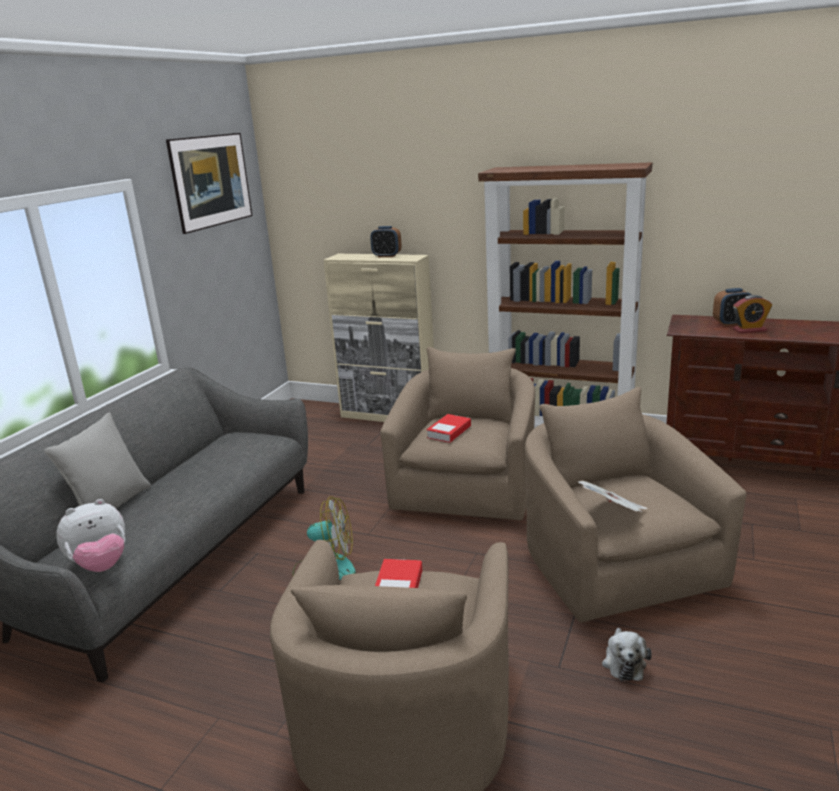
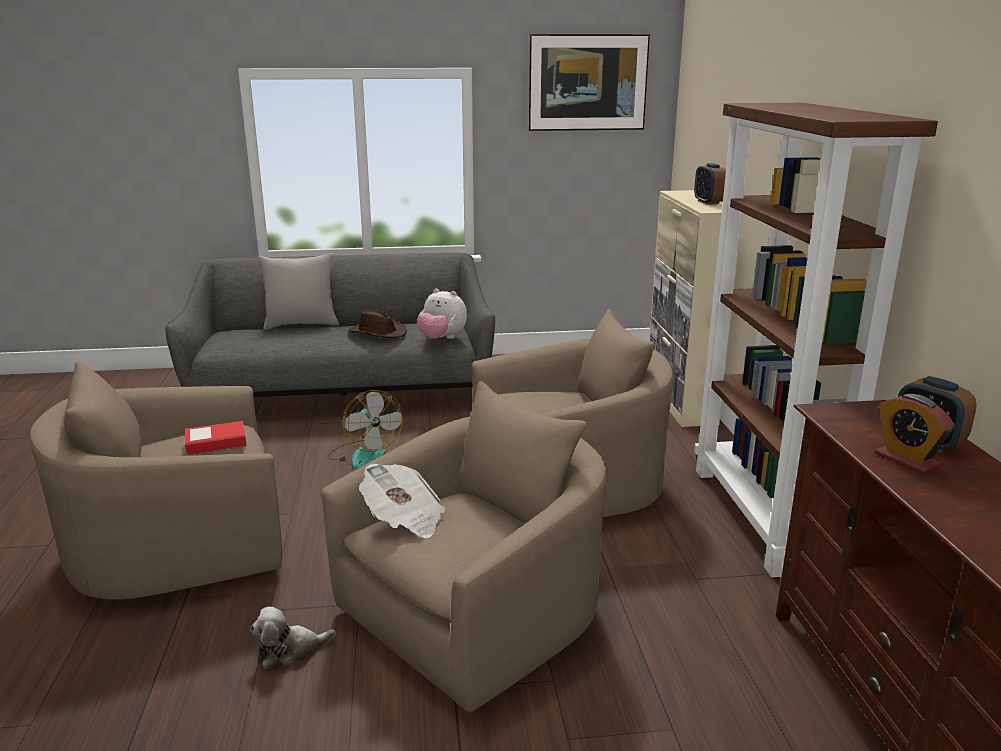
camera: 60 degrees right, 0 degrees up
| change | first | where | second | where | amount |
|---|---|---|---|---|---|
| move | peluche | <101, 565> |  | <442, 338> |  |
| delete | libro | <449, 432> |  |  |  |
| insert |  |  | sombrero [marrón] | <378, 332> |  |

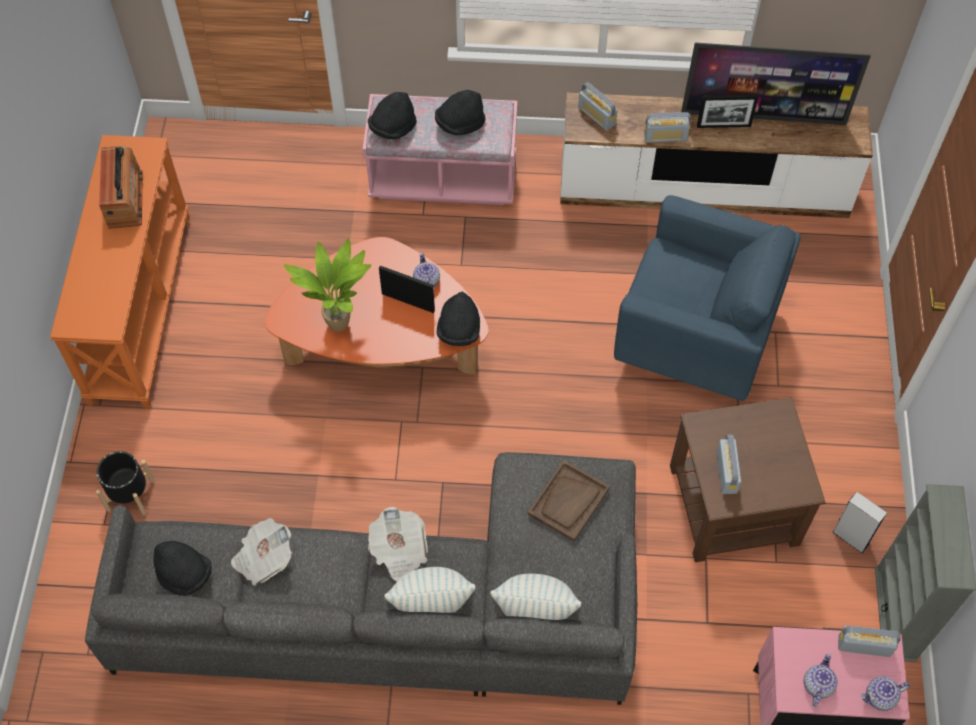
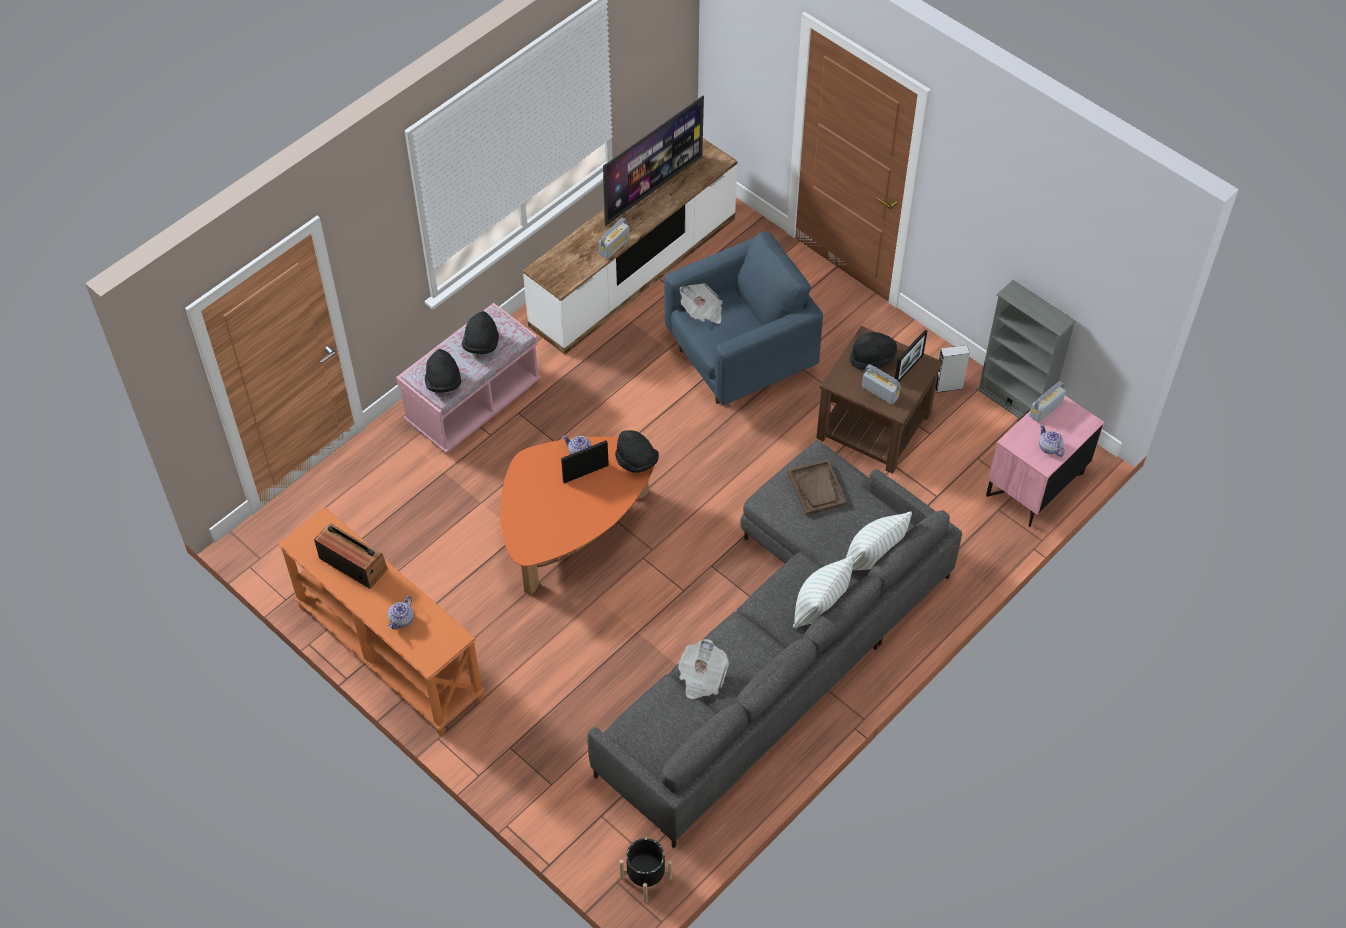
camera: 50 degrees left, 5 degrees down
| change | first | where | second | where | amount |
|---|---|---|---|---|---|
| move | maceta [negro] | <130, 495> |  | <646, 878> |  |
| move | sombrero [negro] | <184, 574> |  | <872, 358> |  |
| delete | planta en maceta | <340, 321> |  |  |  |
| move | periódico | <399, 551> |  | <702, 311> |  |
| delete | radio | <597, 116> |  |  |  |
| move | portarretratos | <723, 126> |  | <908, 369> |  |
| move | tetera | <880, 698> |  | <402, 620> |  |

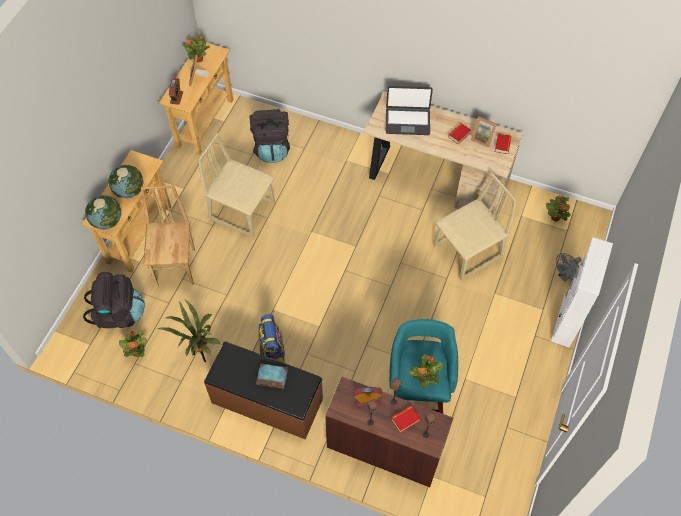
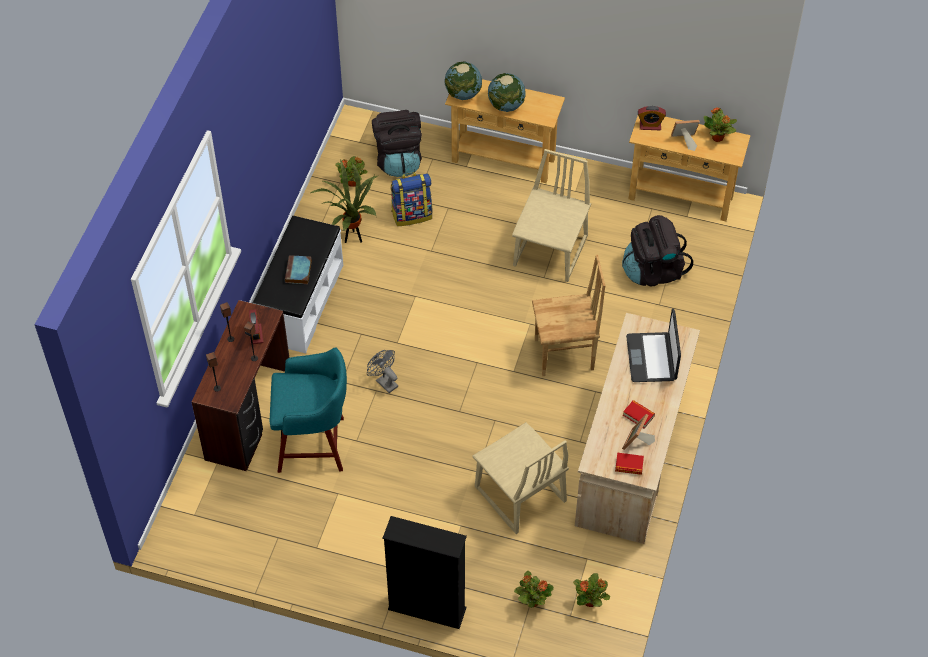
camera: 85 degrees right, 5 degrees down
| change | first | where | second | where | amount |
|---|---|---|---|---|---|
| move | silla [marrón] | <177, 267> |  | <565, 355> |  |
| recolor | banco [marrón] | <266, 401> | banco [blanco] | <300, 302> |  |
| move | mochila | <272, 351> |  | <412, 214> |  |
| delete | libro | <405, 420> |  |  |  |
| move | planta en maceta | <424, 379> |  | <532, 601> |  |
| recolor | estantería [blanco] | <567, 321> | estantería [negro] | <427, 609> |  |
| move | ventilador [gris] | <565, 276> |  | <384, 381> |  |

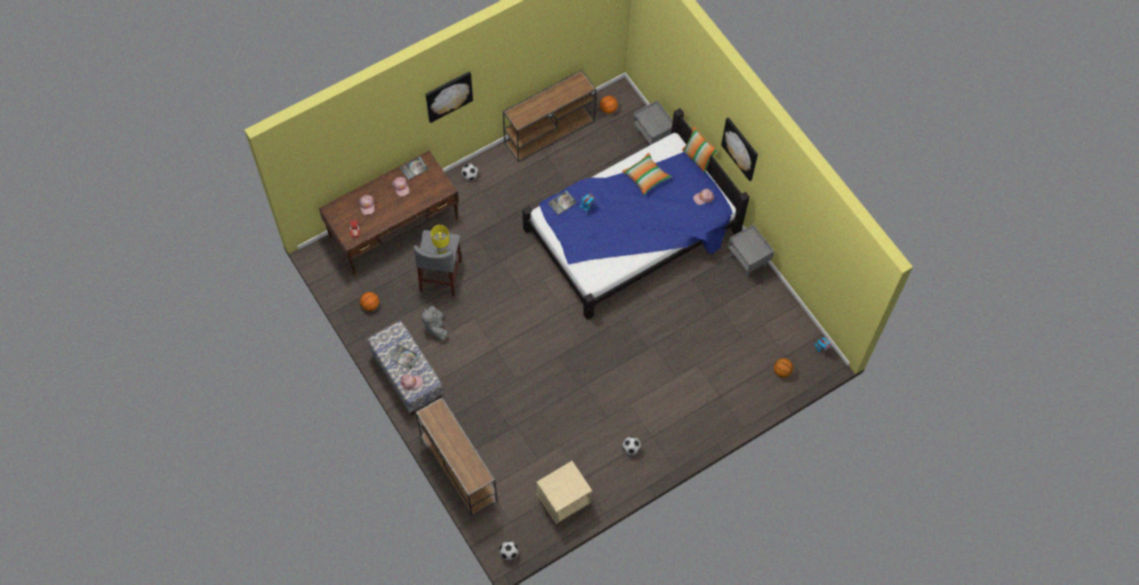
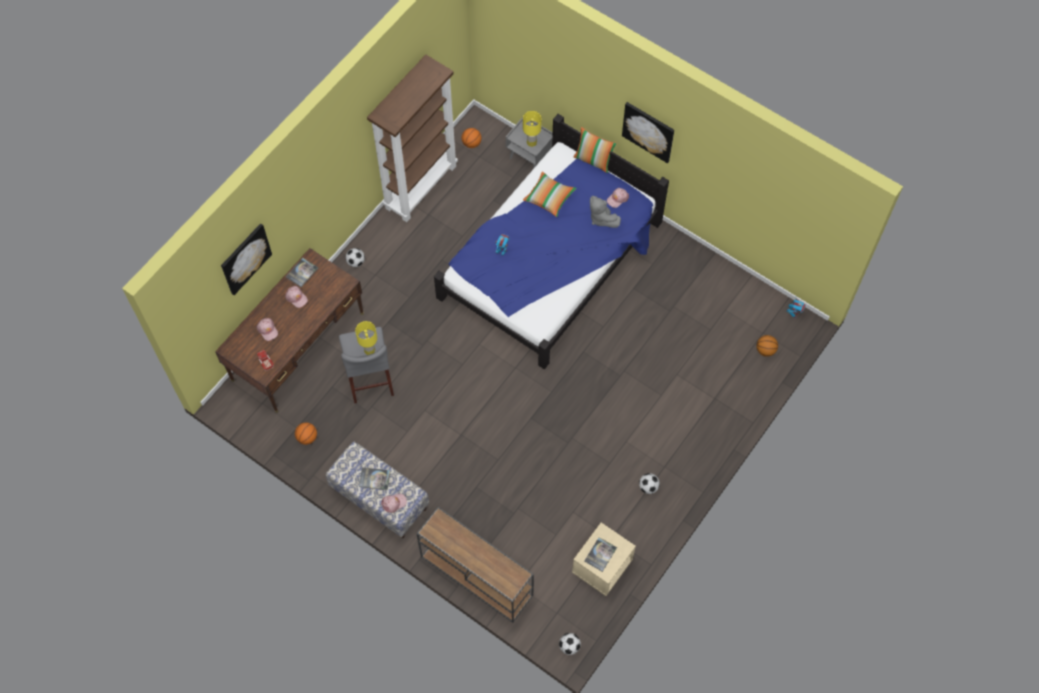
camera: 20 degrees left, 0 degrees up
| change | first | where | second | where | amount |
|---|---|---|---|---|---|
| move | peluche [gris] | <435, 327> |  | <601, 218> |  |
| move | cuadro | <448, 96> |  | <245, 258> |  |
| replace | mesa consola [marrón] | <550, 131> | estantería [marrón] | <420, 186> |  |
| move | libro | <562, 203> |  | <600, 554> |  |
| delete | mesita de noche [gris] | <748, 261> |  |  |  |
| insert |  |  | lámpara de mesa [amarillo] | <531, 142> |  |

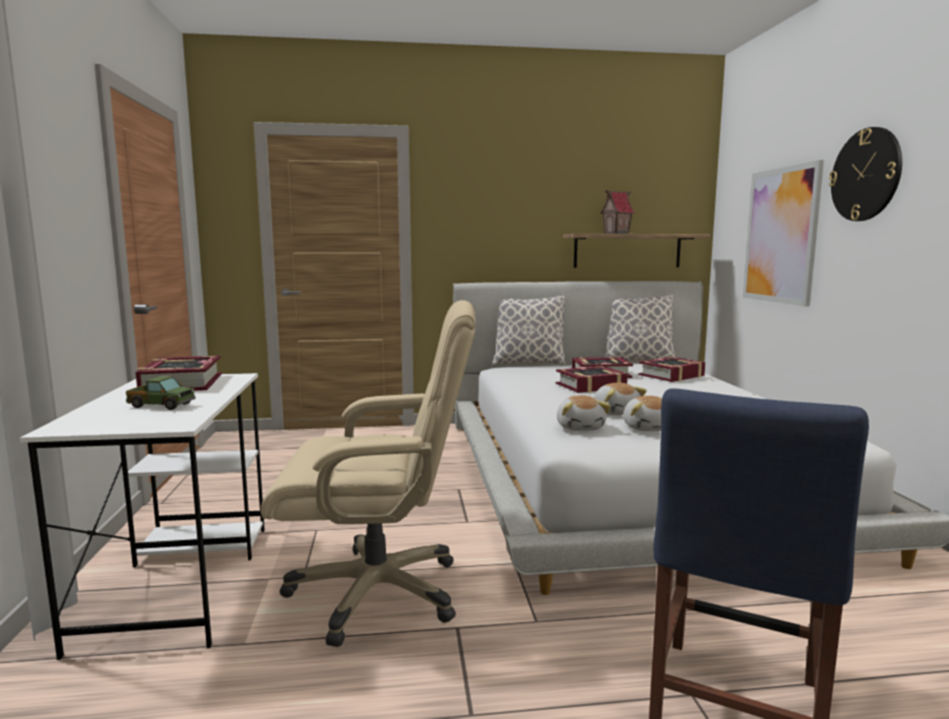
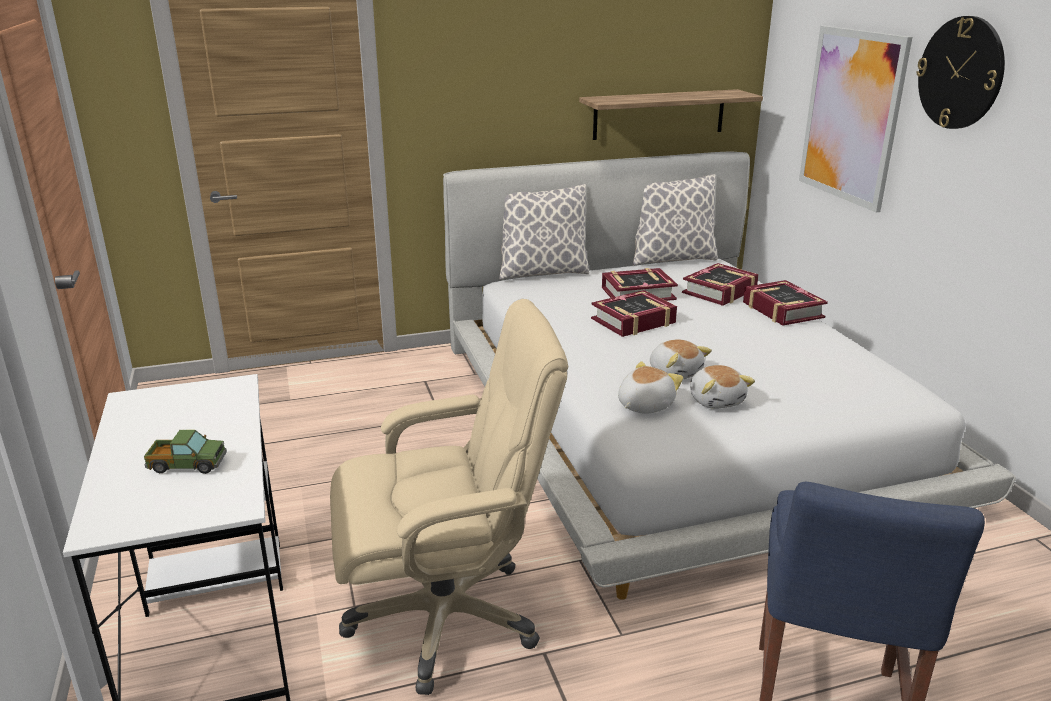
camera: 10 degrees left, 15 degrees up
| change | first | where | second | where | amount |
|---|---|---|---|---|---|
| move | libro | <181, 383> |  | <782, 310> |  |
| rotate | peluche | <580, 427> |  | <644, 405> | 120 degrees counterclockwise |
| delete | casita | <616, 233> |  |  |  |

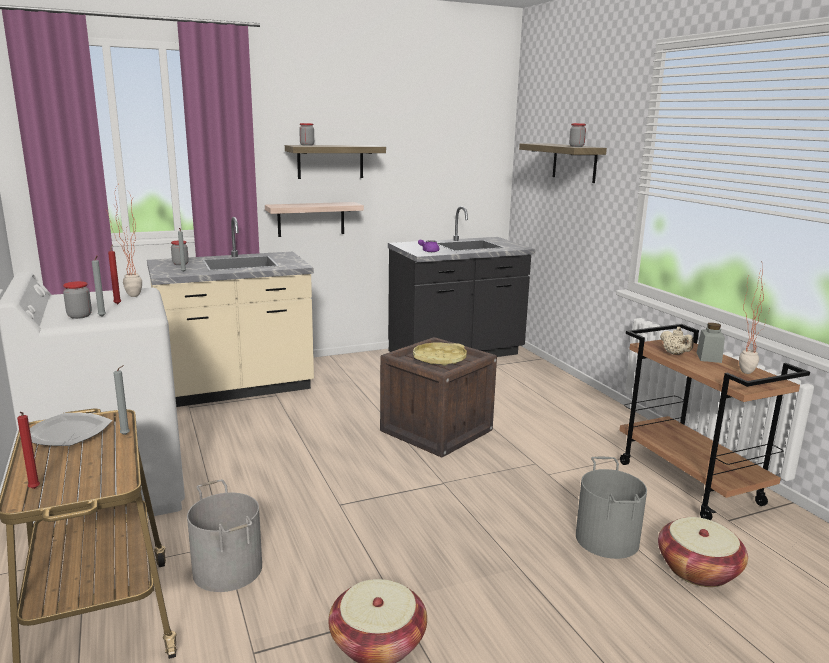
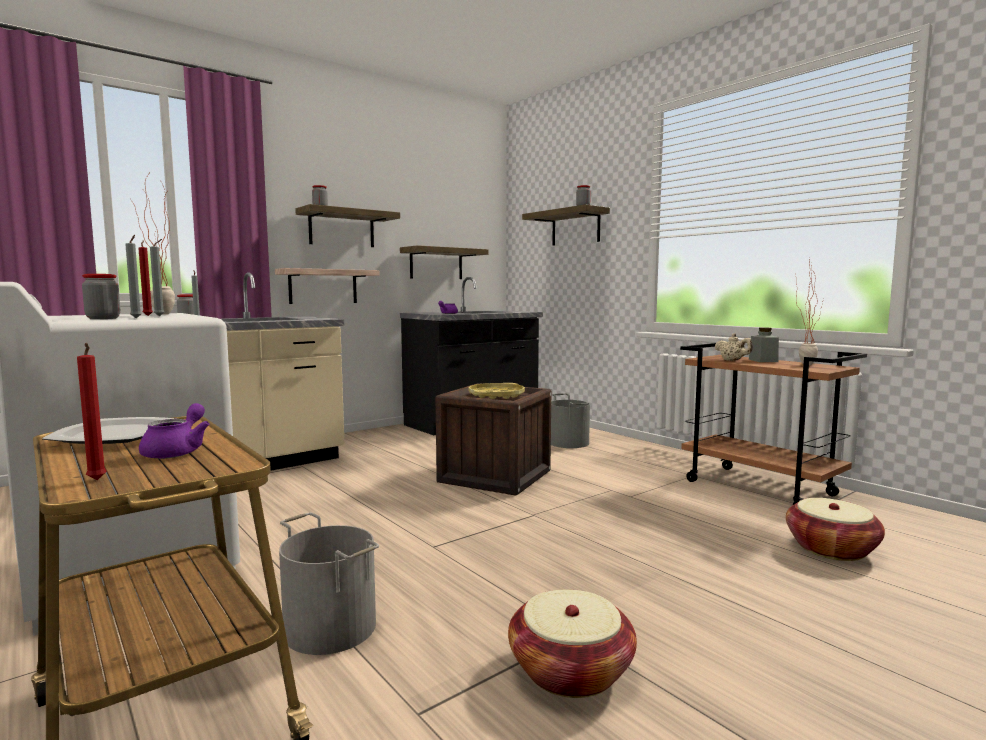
camera: 15 degrees left, 10 degrees down
| change | first | where | second | where | amount |
|---|---|---|---|---|---|
| move | vela [gris] | <126, 435> |  | <161, 316> |  |
| move | cubo [gris] | <608, 539> |  | <569, 442> |  |
| insert |  |  | tetera [morado] | <178, 451> |  |
| insert |  |  | estante | <436, 264> |  |

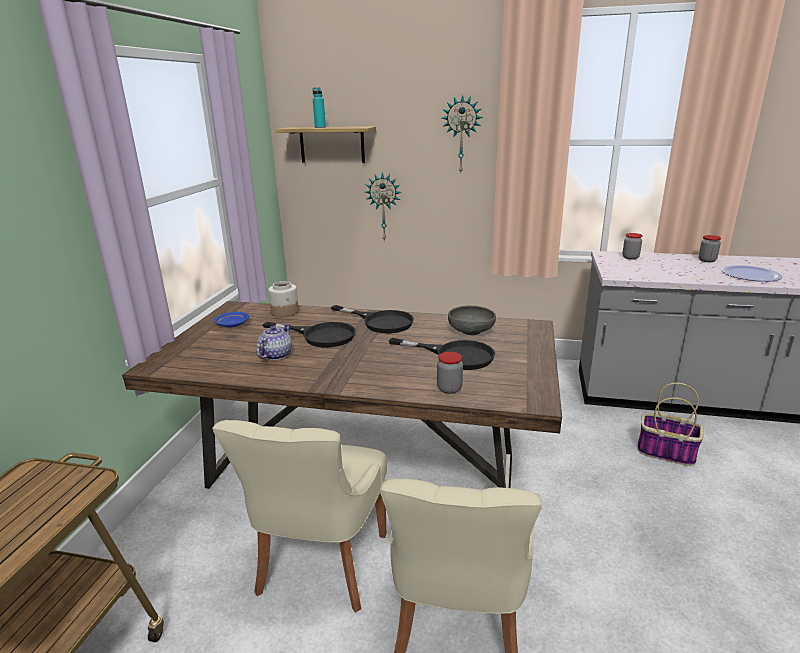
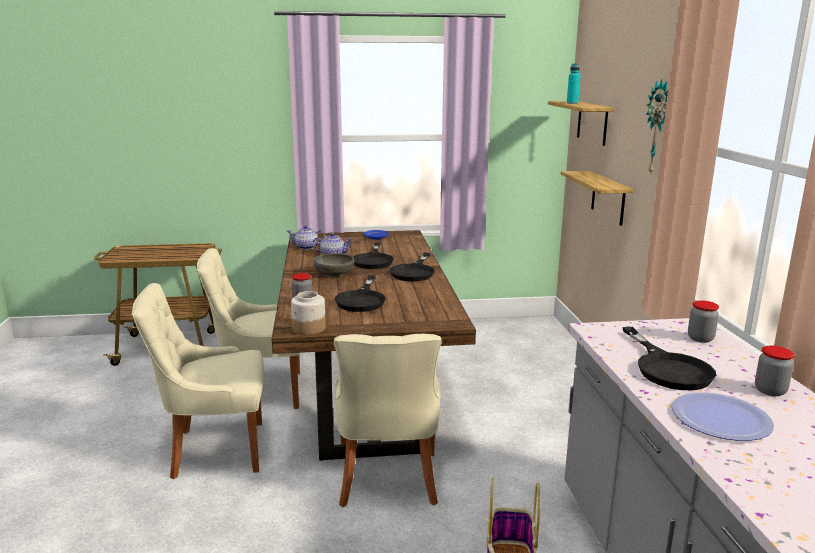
camera: 70 degrees right, 5 degrees down
| change | first | where | second | where | amount |
|---|---|---|---|---|---|
| move | tarro | <285, 312> |  | <309, 328> |  |
| replace | reloj de pared | <384, 207> | estante | <608, 198> |  |
| move | cuenco [gris] | <471, 331> |  | <334, 274> |  |
| insert |  |  | tetera | <306, 247> |  |
| insert |  |  | silla [beis] | <388, 481> |  |
| insert |  |  | sartén [negro] | <667, 368> |  |

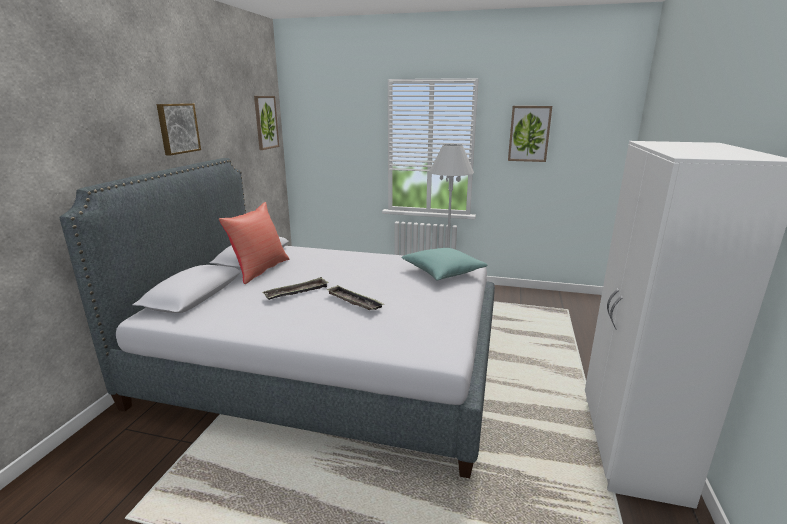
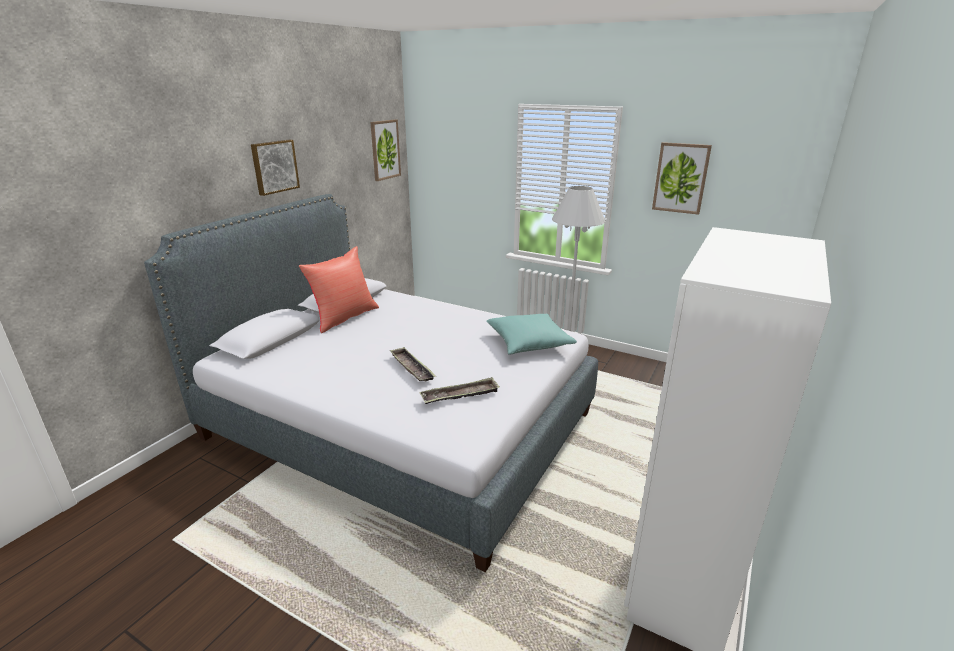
camera: 15 degrees right, 5 degrees up
| change | first | where | second | where | amount |
|---|---|---|---|---|---|
| move | bandeja | <296, 292> |  | <460, 395> |  |

